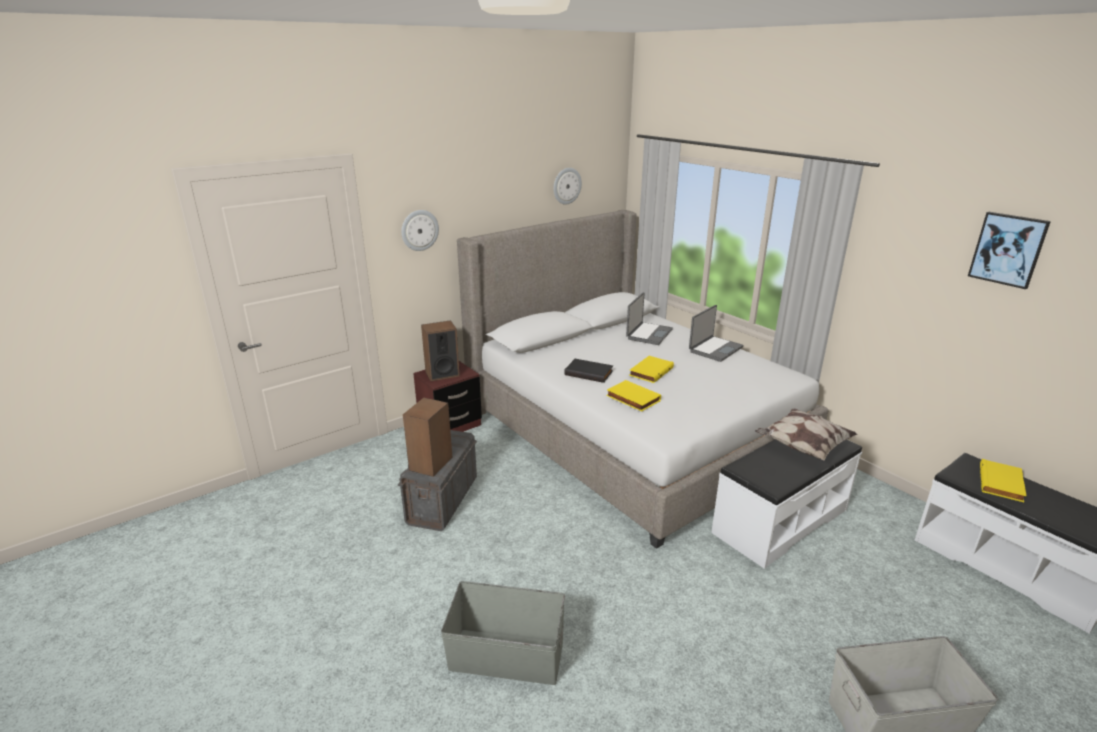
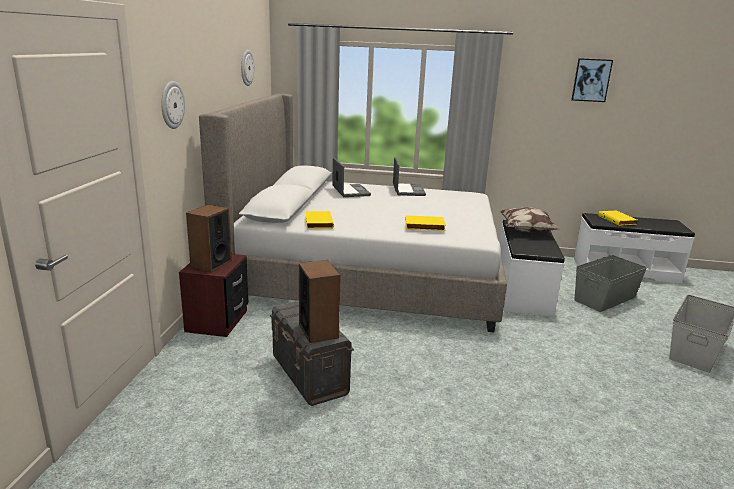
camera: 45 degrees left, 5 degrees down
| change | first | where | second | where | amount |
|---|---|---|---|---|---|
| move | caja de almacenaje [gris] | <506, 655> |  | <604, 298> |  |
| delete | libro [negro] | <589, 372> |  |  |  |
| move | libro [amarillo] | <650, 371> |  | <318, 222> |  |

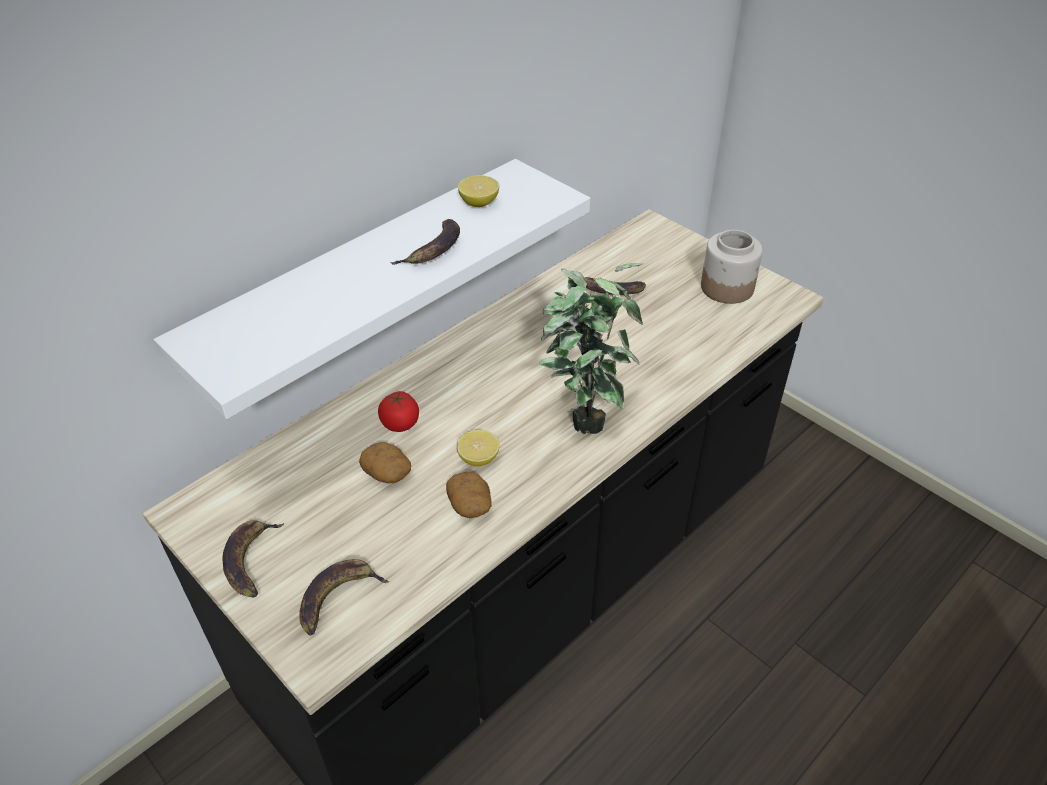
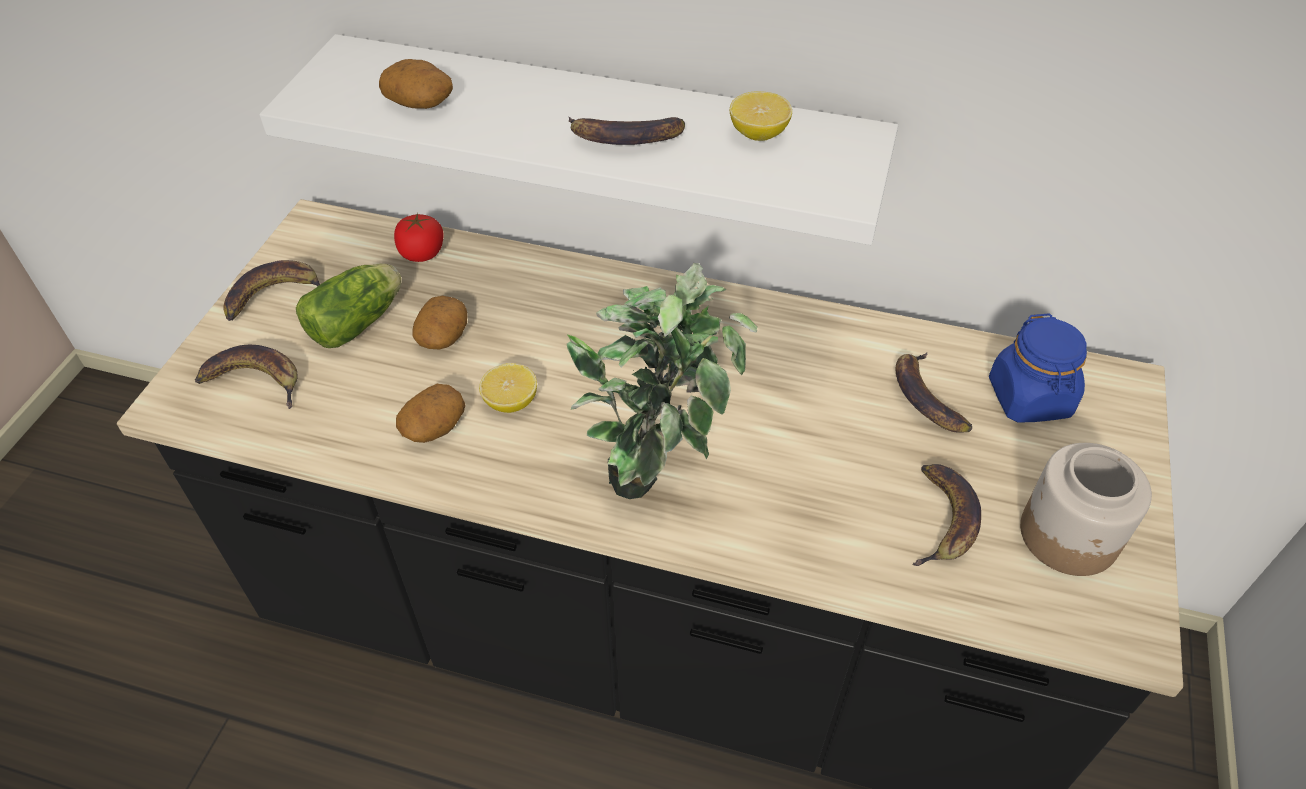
camera: 60 degrees right, 5 degrees up
| change | first | where | second | where | amount |
|---|---|---|---|---|---|
| move | tomate | <400, 423> |  | <422, 253> |  |
| insert |  |  | lechuga | <360, 321> |  |
| insert |  |  | patata | <420, 103> |  |
| insert |  |  | plátano | <944, 519> |  |
| insert |  |  | tarro [azul] | <1030, 398> |  |

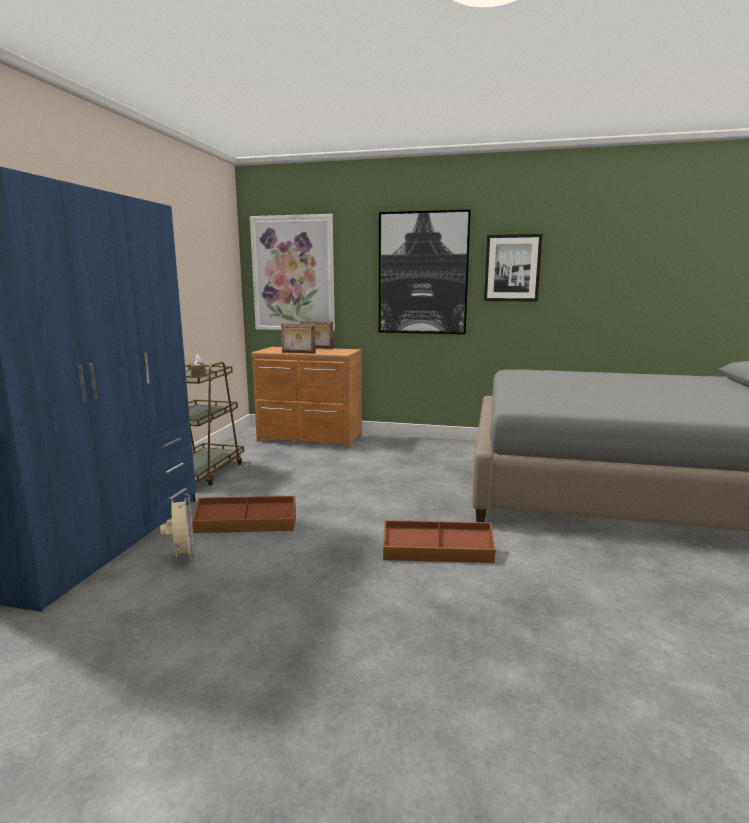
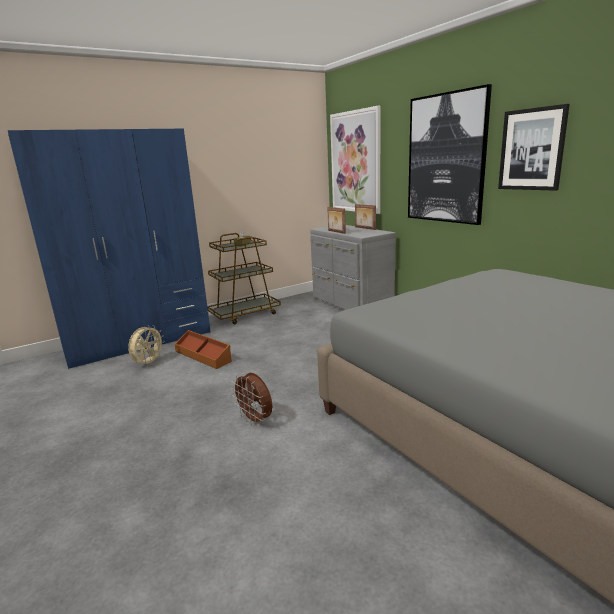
camera: 45 degrees right, 5 degrees up
| change | first | where | second | where | amount |
|---|---|---|---|---|---|
| recolor | cómoda [marrón] | <310, 438> | cómoda [gris] | <350, 304> |  |
| replace | caja de almacenaje [marrón] | <437, 553> | ventilador [marrón] | <256, 420> |  |

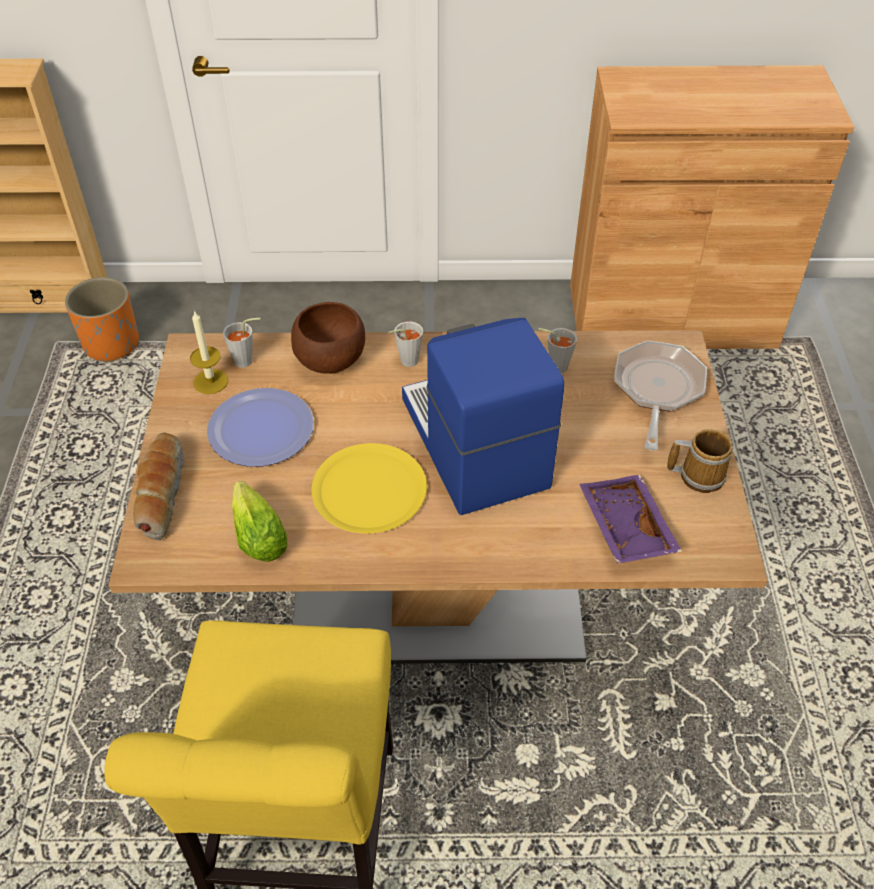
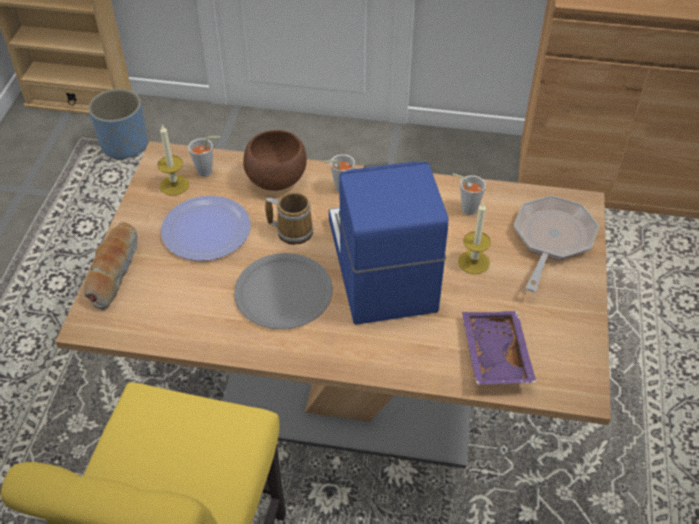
camera: 10 degrees right, 0 degrees up
| change | first | where | second | where | amount |
|---|---|---|---|---|---|
| recolor | maceta [naranja] | <111, 344> | maceta [azul] | <124, 145> |  |
| delete | lechuga | <257, 532> |  |  |  |
| recolor | plato [amarillo] | <369, 489> | plato [gris] | <283, 292> |  |
| move | taza grande | <698, 474> |  | <293, 230> |  |
| insert |  |  | vela | <473, 262> |  |

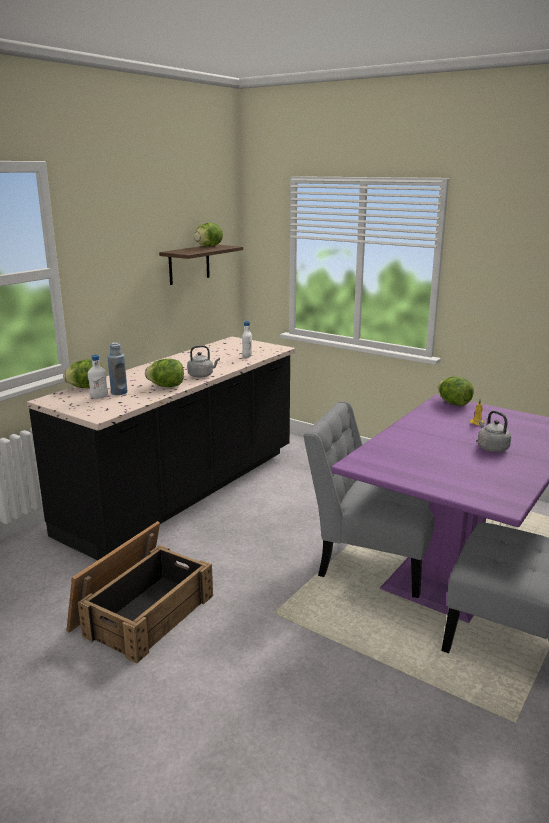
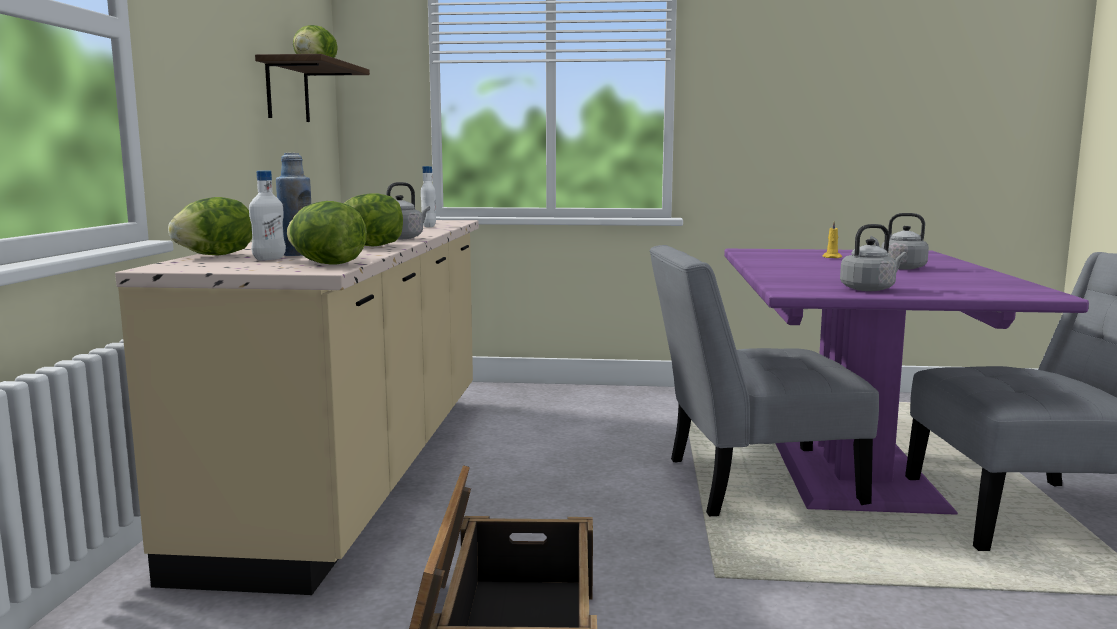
camera: 30 degrees left, 10 degrees down
| change | first | where | second | where | amount |
|---|---|---|---|---|---|
| recolor | mueble bajo de cocina [negro] | <184, 492> | mueble bajo de cocina [beis] | <360, 470> |  |
| move | lechuga | <453, 403> |  | <327, 264> |  |
| insert |  |  | hervidor [gris] | <869, 289> |  |

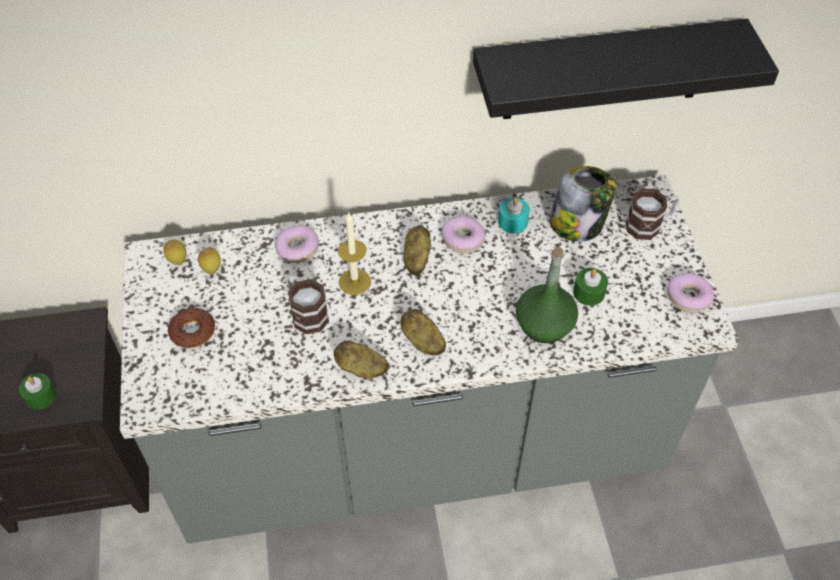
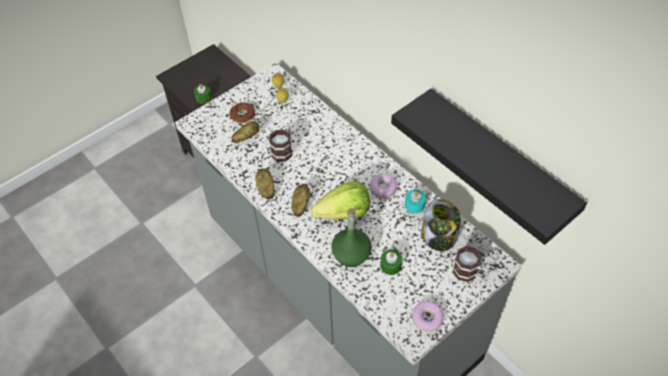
camera: 60 degrees right, 0 degrees up
| change | first | where | second | where | amount |
|---|---|---|---|---|---|
| delete | rosquilla | <297, 249> |  |  |  |
| delete | vela | <354, 282> |  |  |  |
| move | patata | <416, 259> |  | <246, 137> |  |
| insert |  |  | lechuga | <344, 213> |  |

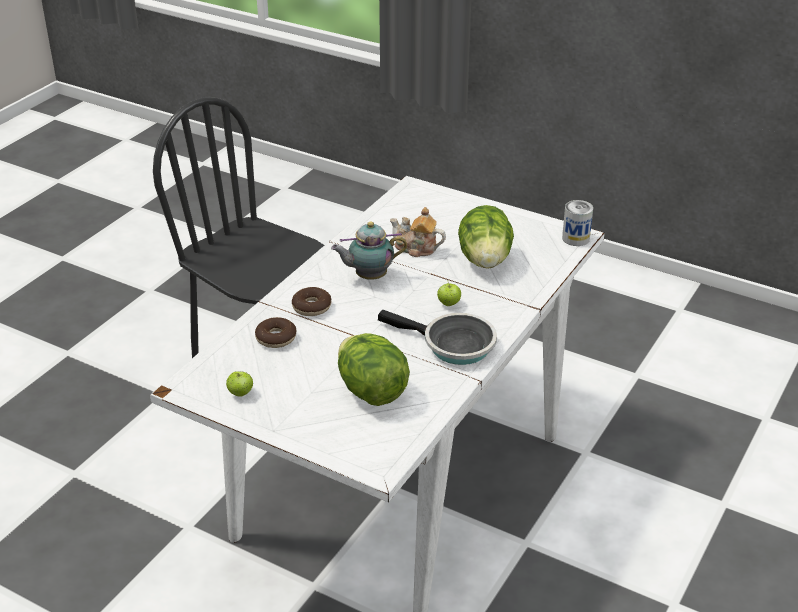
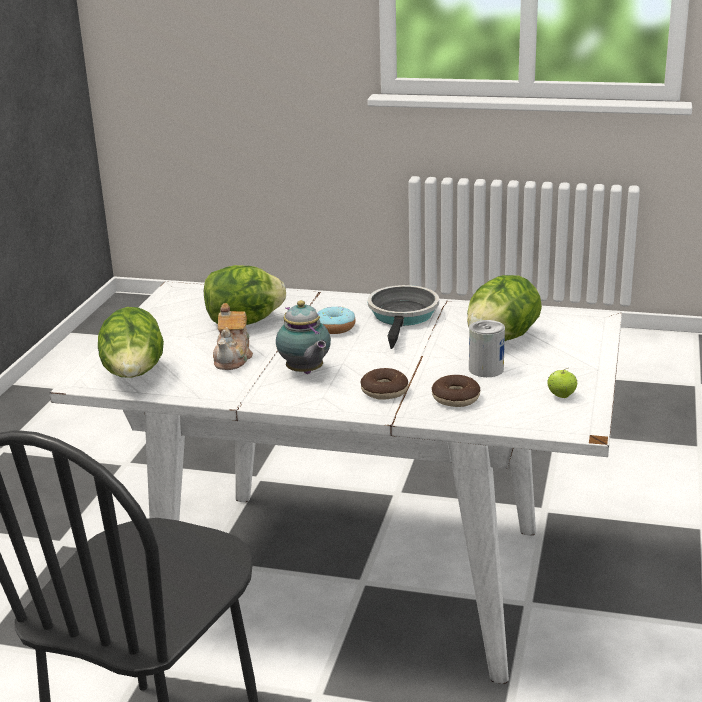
camera: 105 degrees left, 10 degrees down
| change | first | where | second | where | amount |
|---|---|---|---|---|---|
| replace | manzana | <449, 304> | rosquilla | <335, 327> |  |
| move | lata | <575, 238> |  | <486, 369> |  |
| insert |  |  | lechuga | <135, 376> |  |

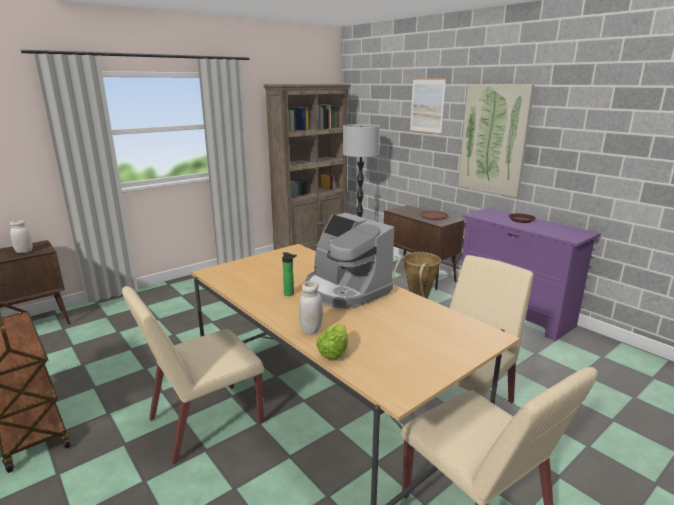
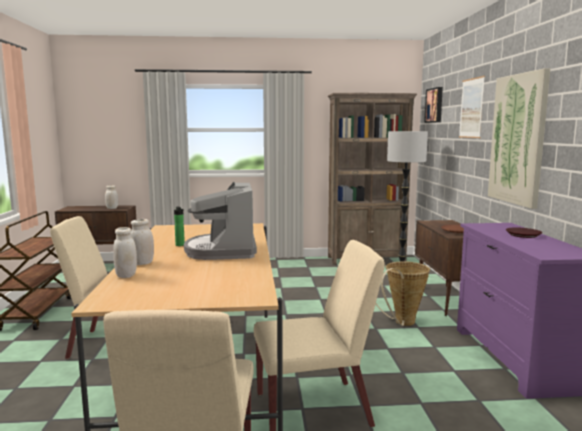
camera: 35 degrees right, 10 degrees down
| change | first | where | second | where | amount |
|---|---|---|---|---|---|
| replace | lechuga | <335, 351> | tarro [blanco] | <126, 275> |  |
| insert |  |  | cuadro | <435, 105> |  |

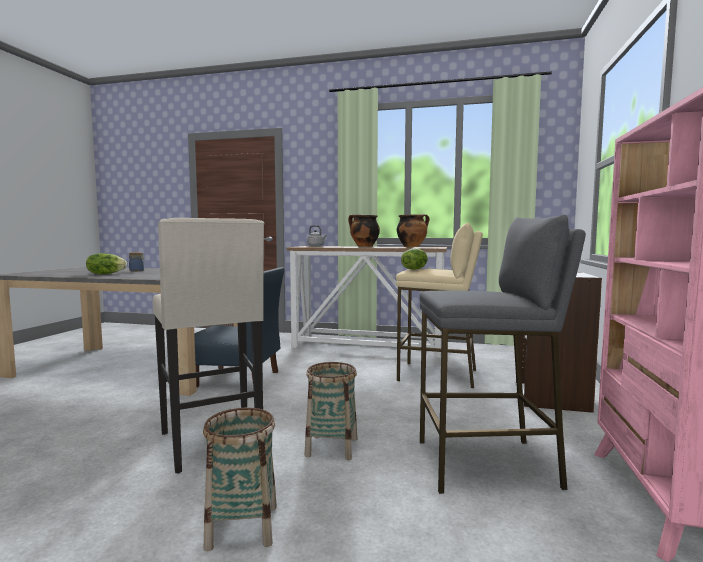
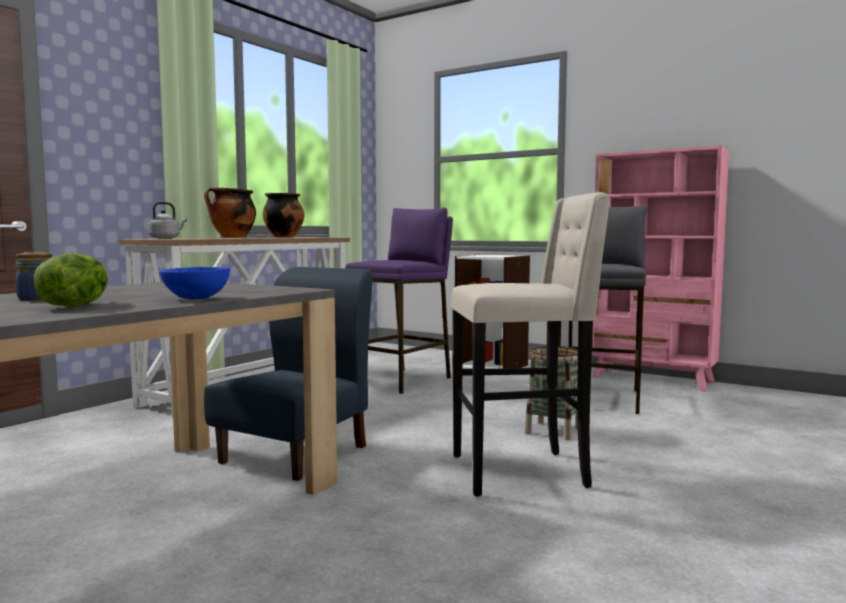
camera: 70 degrees left, 0 degrees up
| change | first | where | second | where | amount |
|---|---|---|---|---|---|
| delete | cesta | <242, 527> |  |  |  |
| recolor | taburete [beis] | <438, 375> | taburete [morado] | <402, 380> |  |
| delete | lechuga | <414, 269> |  |  |  |
| insert |  |  | cuenco [azul] | <196, 299> |  |

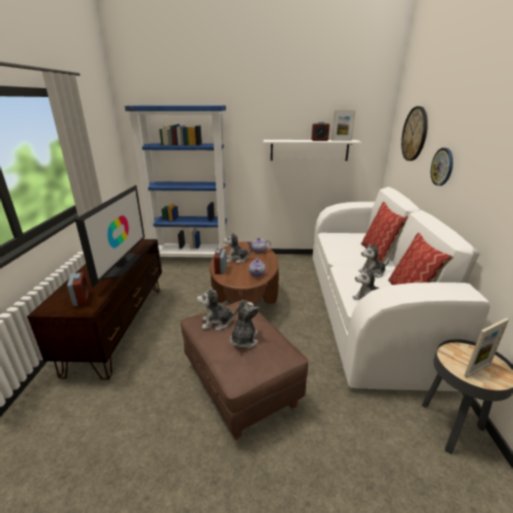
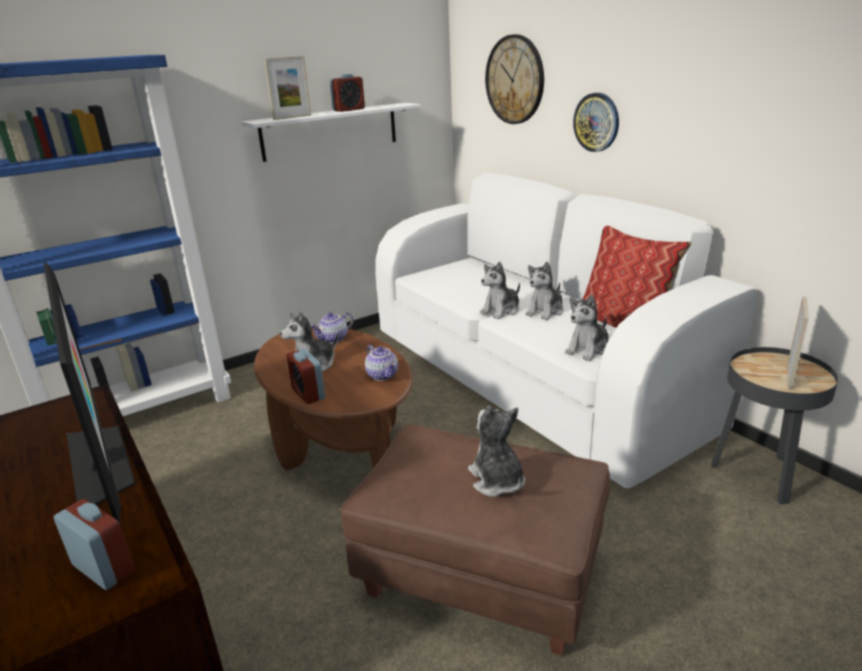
camera: 35 degrees left, 0 degrees up
| change | first | where | second | where | amount |
|---|---|---|---|---|---|
| move | peluche | <217, 323> |  | <501, 311> |  |
| move | portarretratos | <341, 140> |  | <292, 117> |  |
| delete | cojín | <378, 253> |  |  |  |

